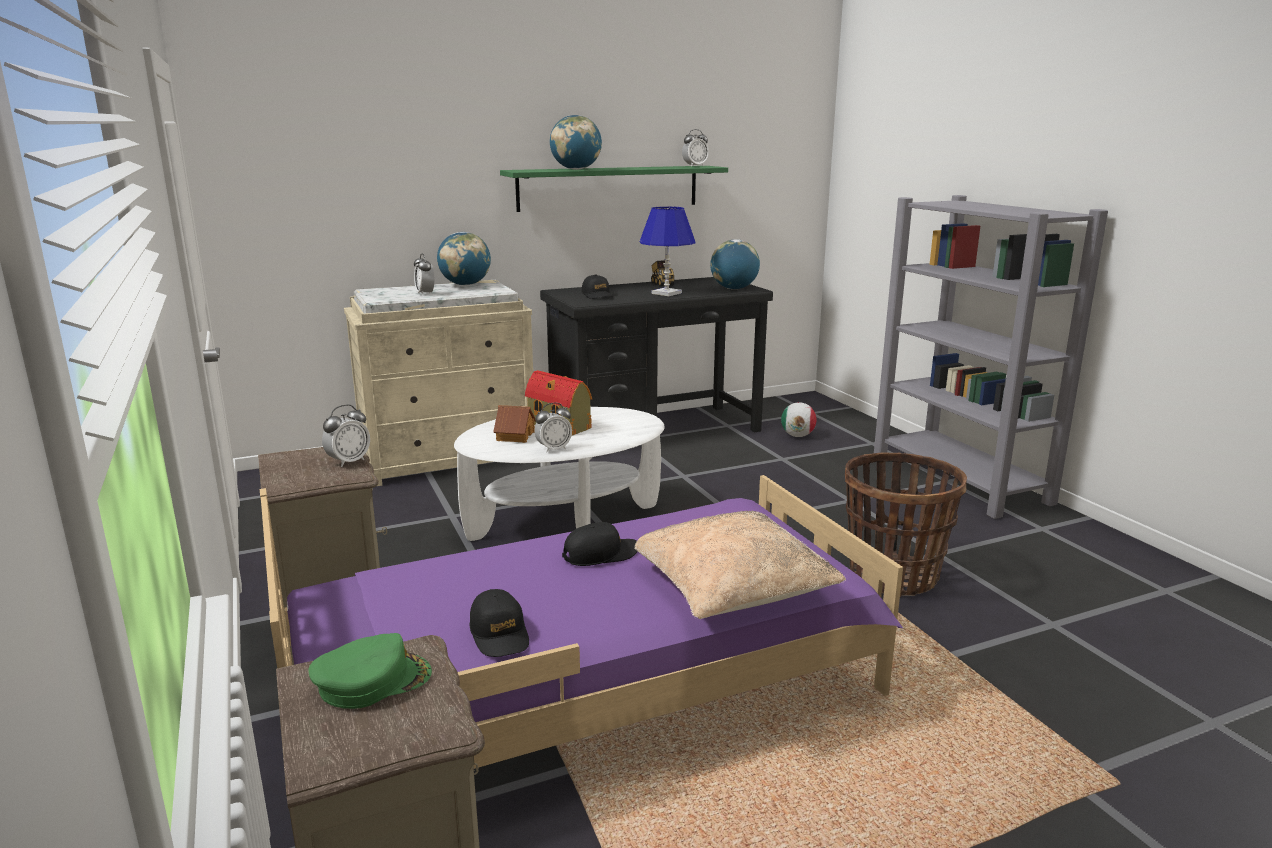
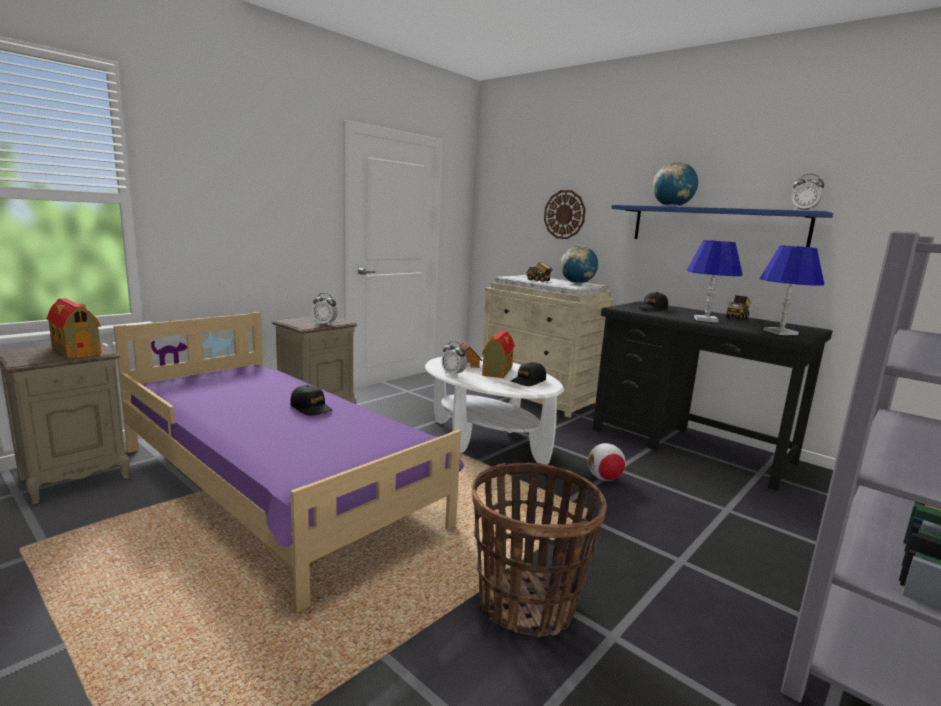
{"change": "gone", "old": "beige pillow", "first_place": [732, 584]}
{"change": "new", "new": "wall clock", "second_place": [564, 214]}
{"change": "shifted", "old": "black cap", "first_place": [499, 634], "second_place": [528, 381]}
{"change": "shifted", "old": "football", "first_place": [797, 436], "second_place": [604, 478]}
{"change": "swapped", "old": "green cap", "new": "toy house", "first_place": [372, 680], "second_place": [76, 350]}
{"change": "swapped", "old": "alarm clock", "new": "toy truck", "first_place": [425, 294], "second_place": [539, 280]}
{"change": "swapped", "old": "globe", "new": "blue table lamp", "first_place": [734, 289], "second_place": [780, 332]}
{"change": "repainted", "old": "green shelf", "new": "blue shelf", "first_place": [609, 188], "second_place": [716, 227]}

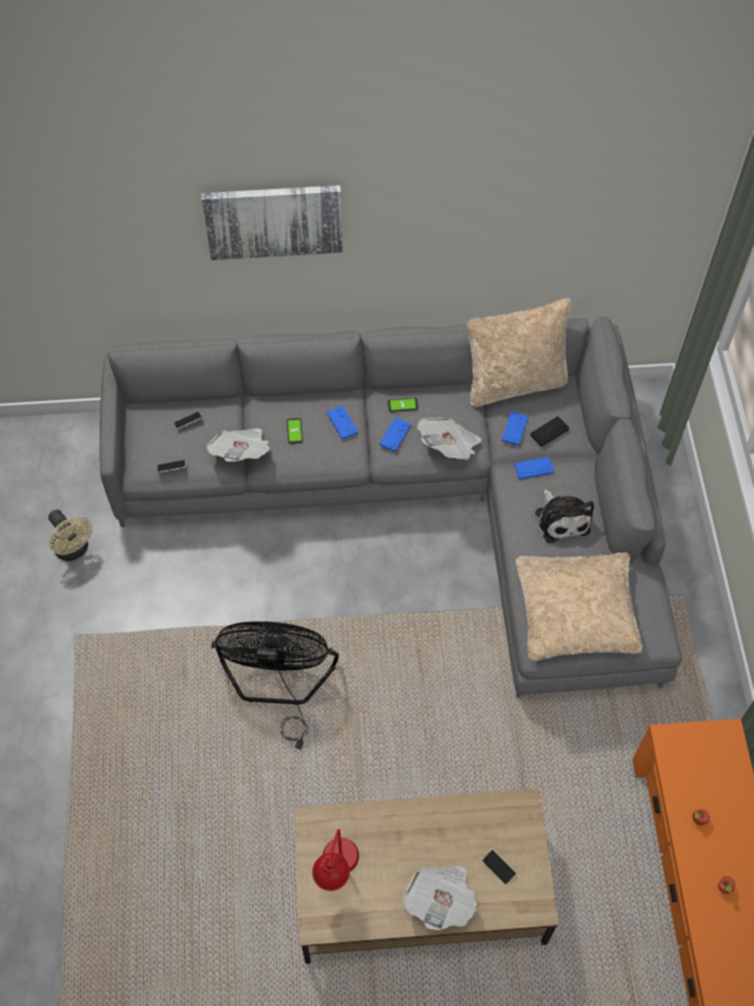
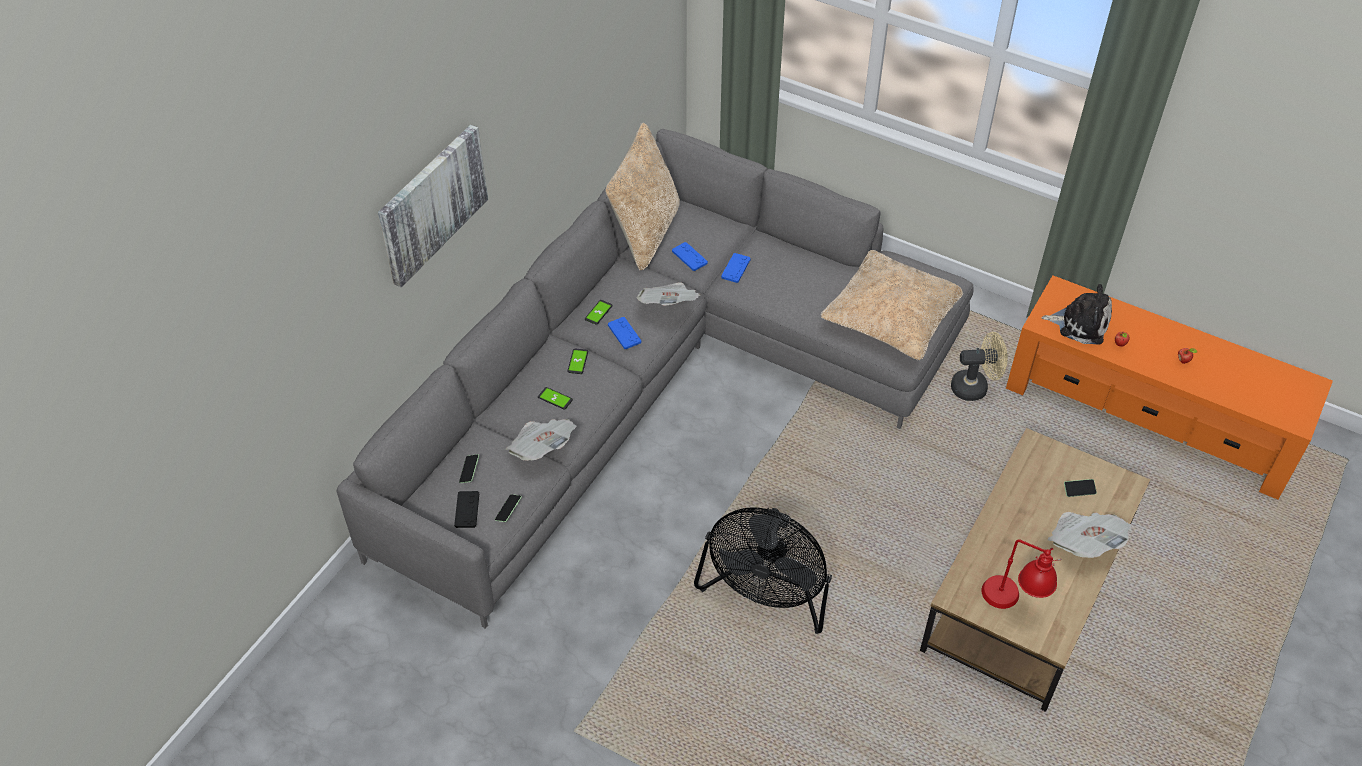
{"change": "shifted", "old": "beige fan", "first_place": [74, 550], "second_place": [975, 387]}
{"change": "shifted", "old": "black game controller", "first_place": [549, 432], "second_place": [467, 510]}
{"change": "shifted", "old": "plush toy", "first_place": [561, 519], "second_place": [1080, 323]}
{"change": "swapped", "old": "blue game controller", "new": "phone", "first_place": [342, 423], "second_place": [578, 362]}
{"change": "rotated", "old": "black fan", "first_place": [279, 687], "second_place": [764, 589], "degrees": -105}

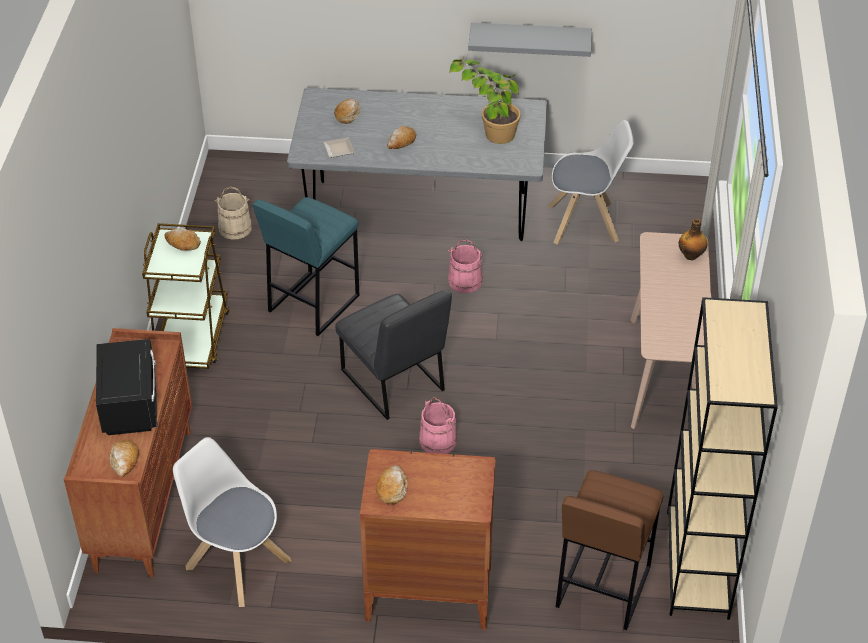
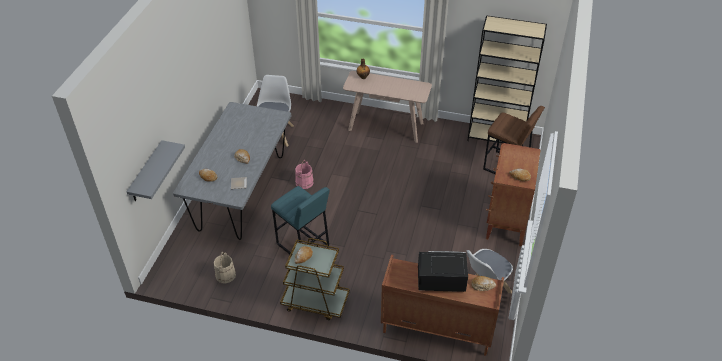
{"change": "gone", "old": "grey chair", "first_place": [393, 382]}
{"change": "gone", "old": "pink bucket", "first_place": [438, 441]}
{"change": "gone", "old": "potted plant", "first_place": [488, 128]}
{"change": "shifted", "old": "grey shelf", "first_place": [530, 39], "second_place": [146, 172]}

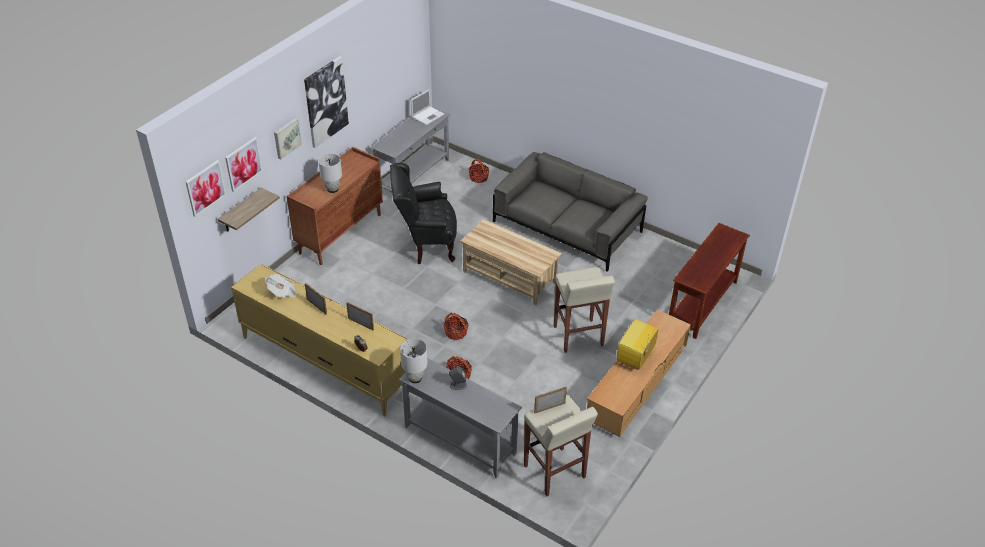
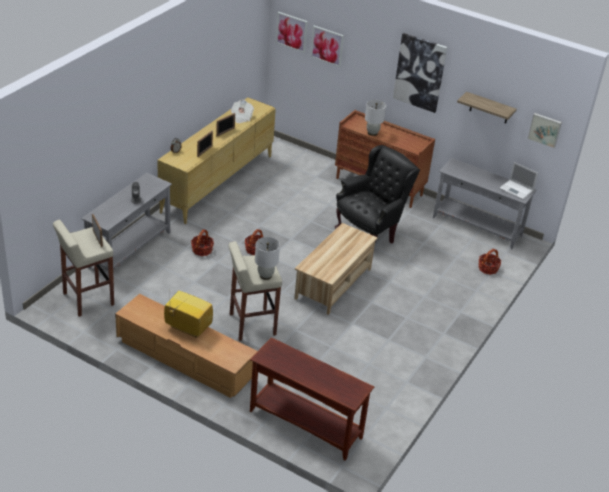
{"change": "gone", "old": "grey sofa", "first_place": [567, 226]}
{"change": "shifted", "old": "shelf", "first_place": [241, 211], "second_place": [489, 108]}
{"change": "shifted", "old": "picture", "first_place": [286, 138], "second_place": [545, 129]}
{"change": "shifted", "old": "white table lamp", "first_place": [415, 378], "second_place": [265, 275]}
{"change": "rotated", "old": "black armchair", "first_place": [426, 247], "second_place": [370, 234], "degrees": 60}

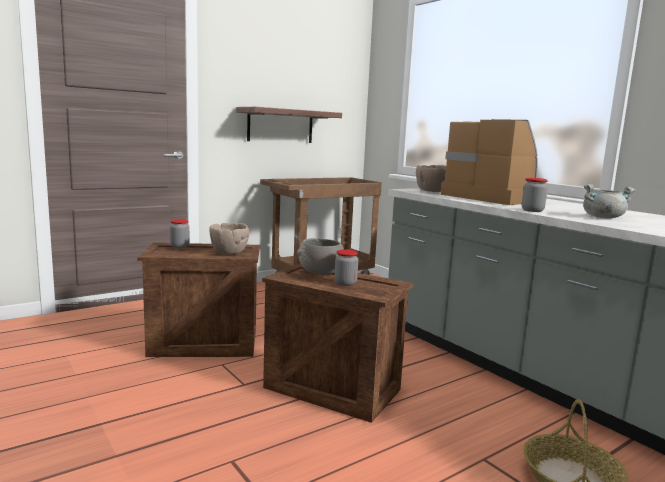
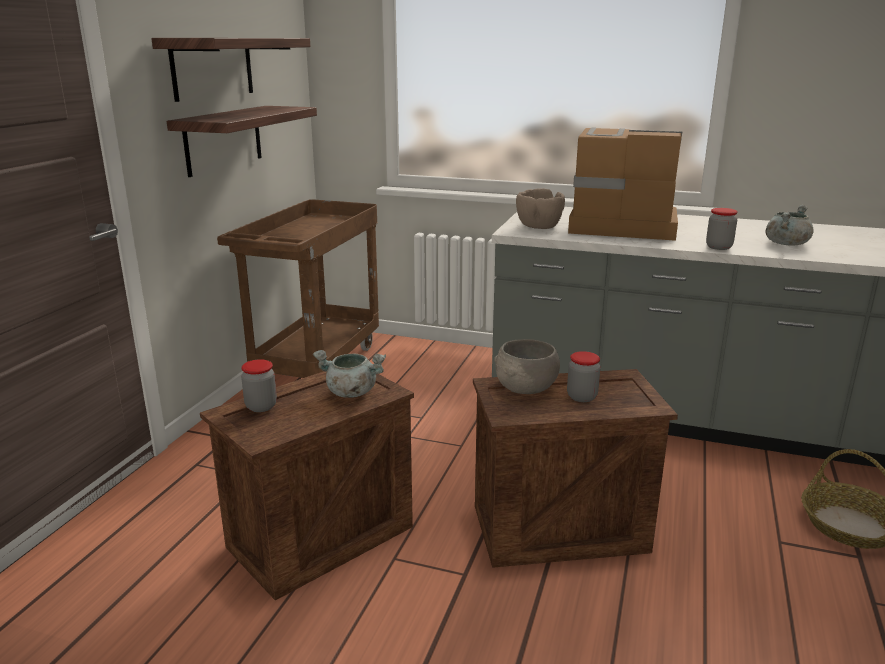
{"change": "new", "new": "shelf", "second_place": [212, 67]}
{"change": "swapped", "old": "brown bowl", "new": "grey cooking pot", "first_place": [228, 252], "second_place": [350, 392]}

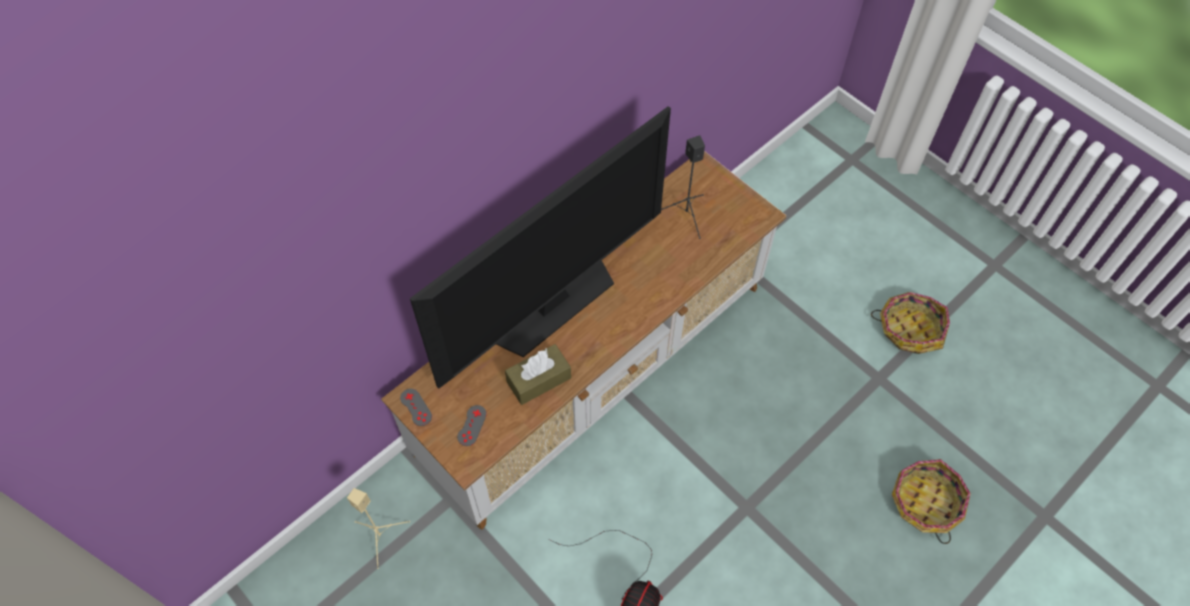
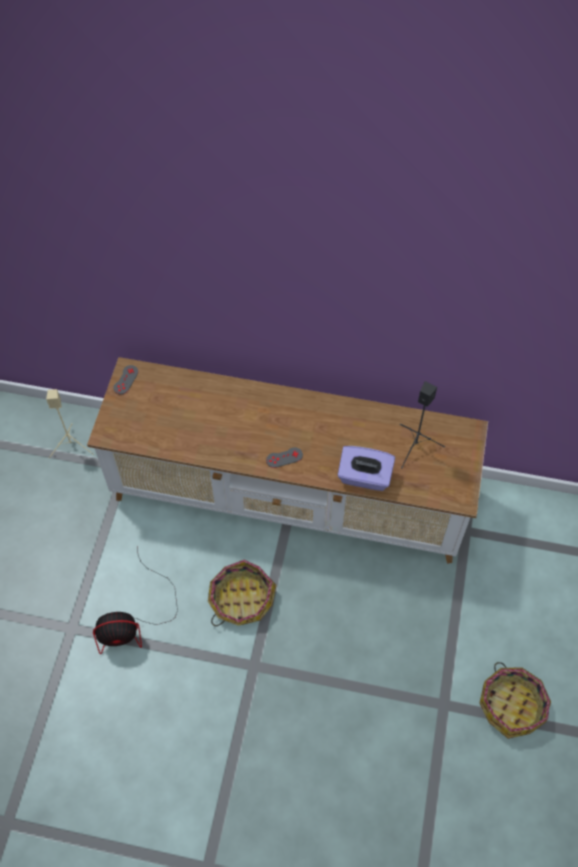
{"change": "gone", "old": "television", "first_place": [552, 303]}
{"change": "gone", "old": "brown tissue box", "first_place": [539, 380]}
{"change": "new", "new": "purple tissue box", "second_place": [364, 477]}
{"change": "shifted", "old": "grey game controller", "first_place": [472, 425], "second_place": [284, 457]}
{"change": "shifted", "old": "basket", "first_place": [925, 503], "second_place": [241, 599]}

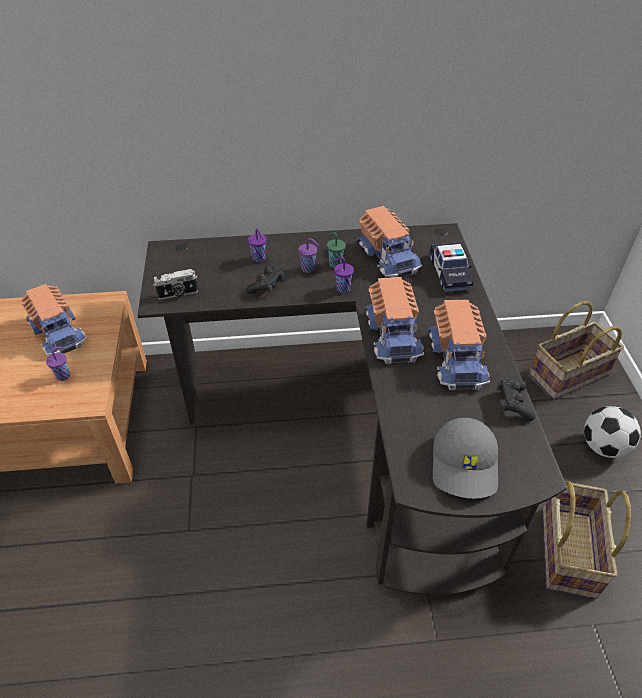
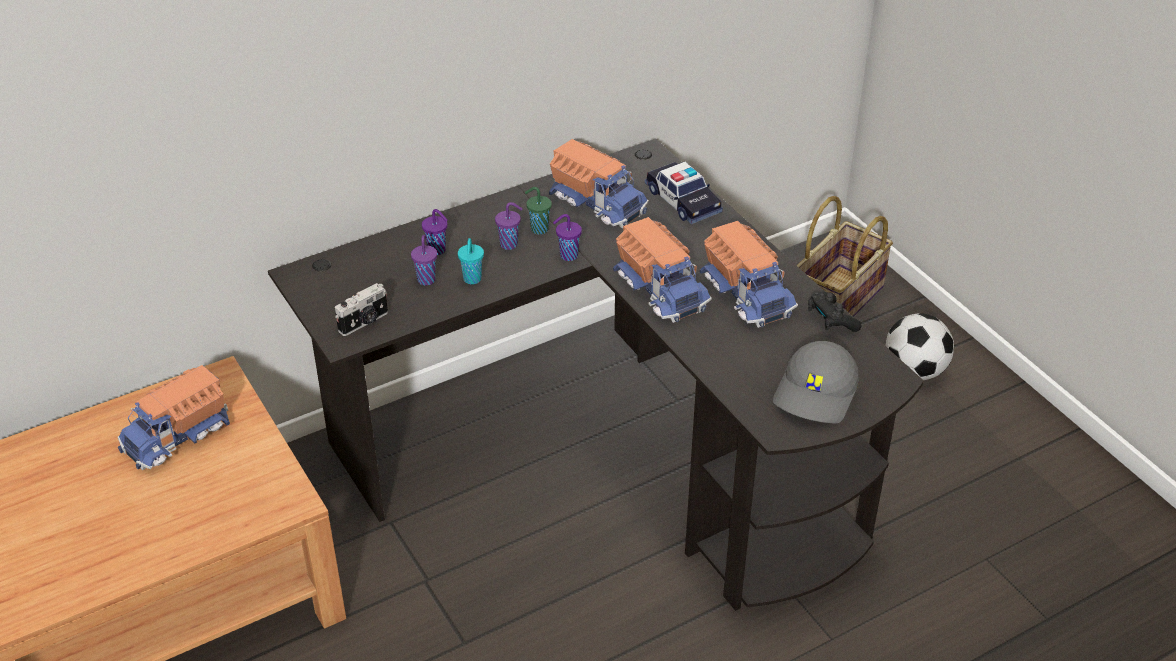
{"change": "gone", "old": "basket", "first_place": [566, 550]}
{"change": "shifted", "old": "purple cup", "first_place": [64, 375], "second_place": [426, 279]}
{"change": "swapped", "old": "black game controller", "new": "turquoise cup", "first_place": [267, 286], "second_place": [472, 280]}
{"change": "rotated", "old": "toy truck", "first_place": [58, 331], "second_place": [178, 435], "degrees": 105}
{"change": "rotated", "old": "grey cap", "first_place": [466, 465], "second_place": [817, 394], "degrees": 45}

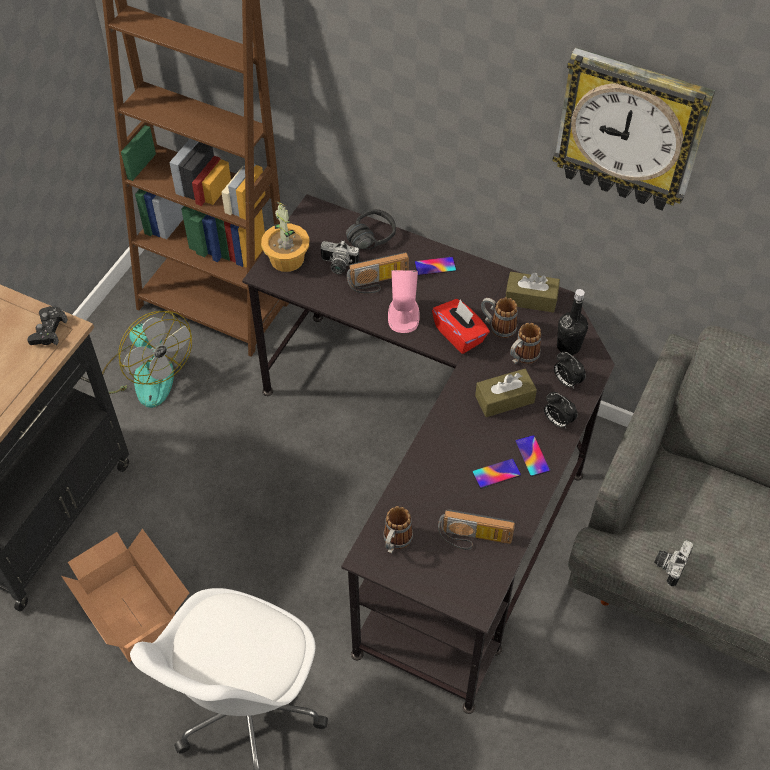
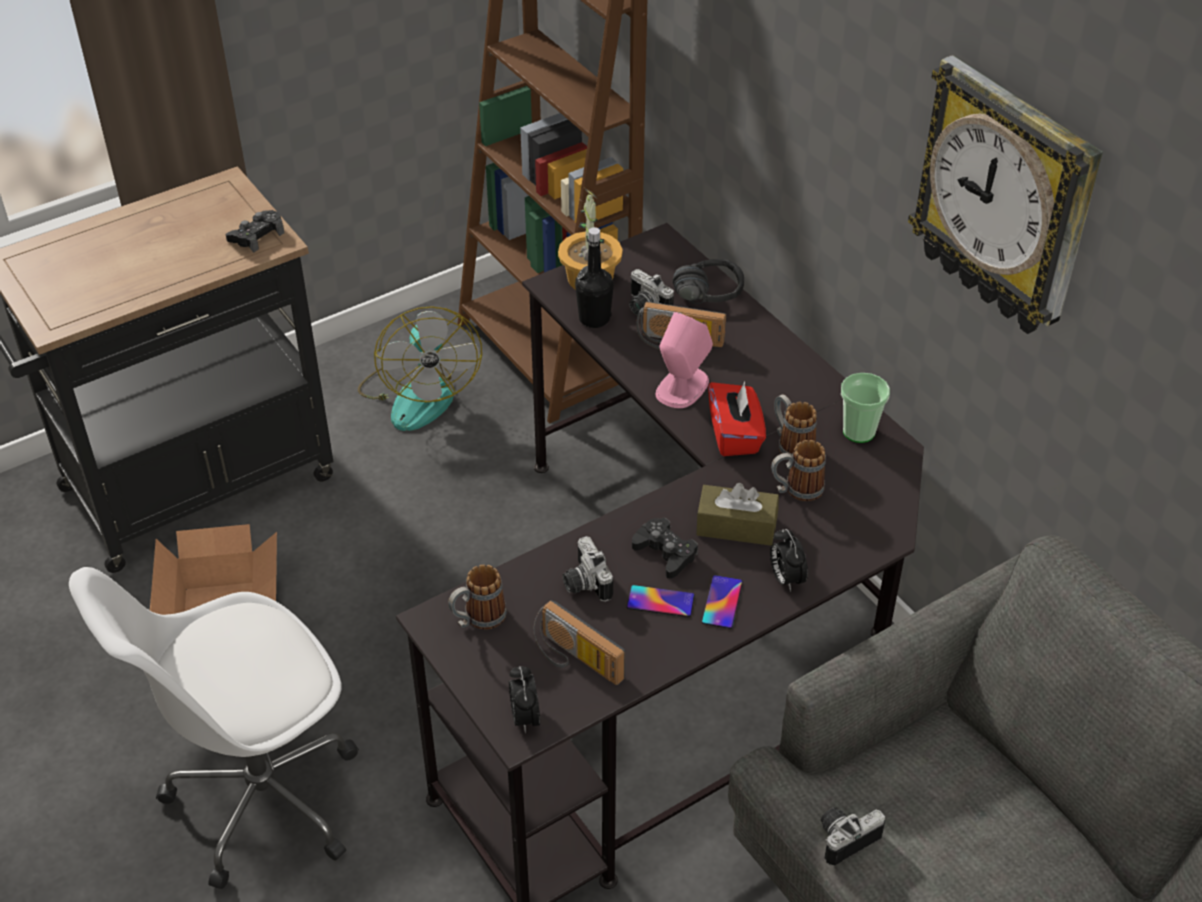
{"change": "gone", "old": "phone", "first_place": [435, 266]}
{"change": "new", "new": "photo camera", "second_place": [583, 583]}
{"change": "new", "new": "black game controller", "second_place": [665, 553]}
{"change": "shifted", "old": "alarm clock", "first_place": [566, 381], "second_place": [524, 717]}
{"change": "shifted", "old": "black bottle", "first_place": [568, 346], "second_place": [594, 319]}
{"change": "swapped", "old": "brown tissue box", "new": "cup", "first_place": [531, 299], "second_place": [858, 432]}

